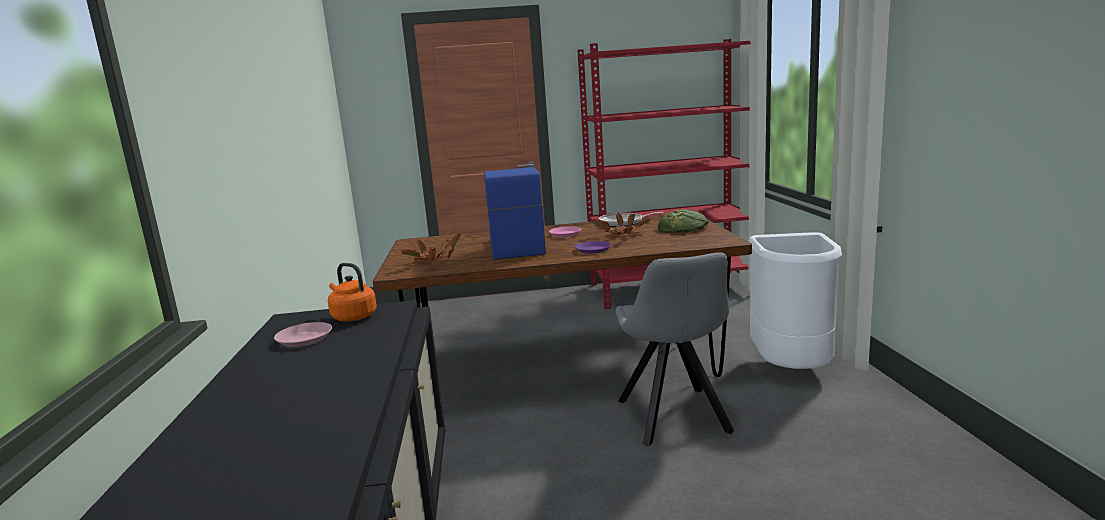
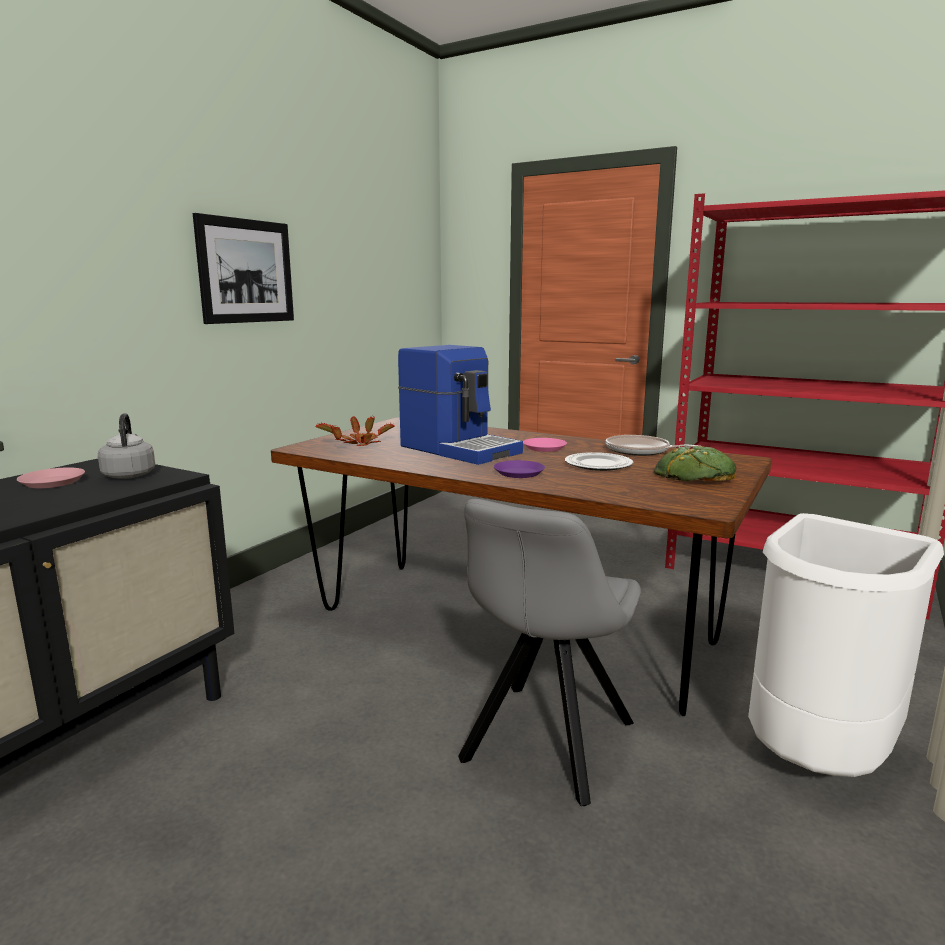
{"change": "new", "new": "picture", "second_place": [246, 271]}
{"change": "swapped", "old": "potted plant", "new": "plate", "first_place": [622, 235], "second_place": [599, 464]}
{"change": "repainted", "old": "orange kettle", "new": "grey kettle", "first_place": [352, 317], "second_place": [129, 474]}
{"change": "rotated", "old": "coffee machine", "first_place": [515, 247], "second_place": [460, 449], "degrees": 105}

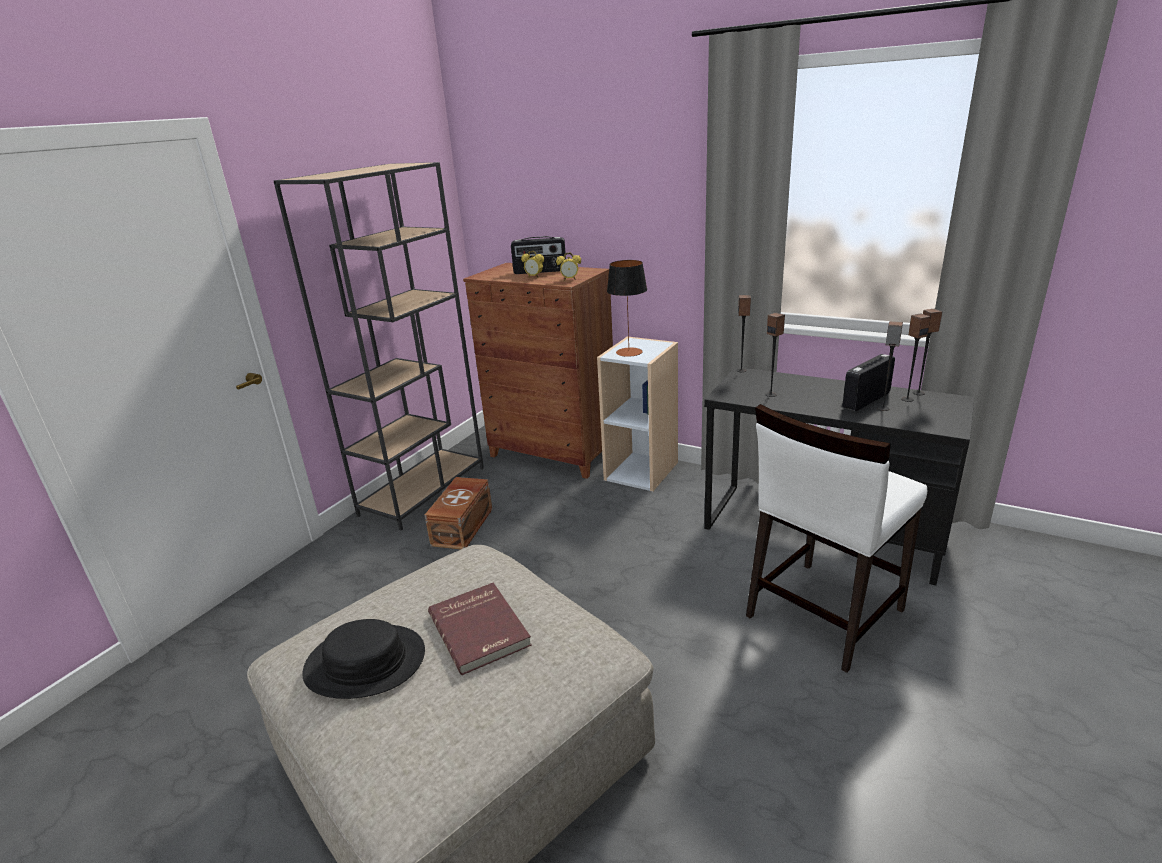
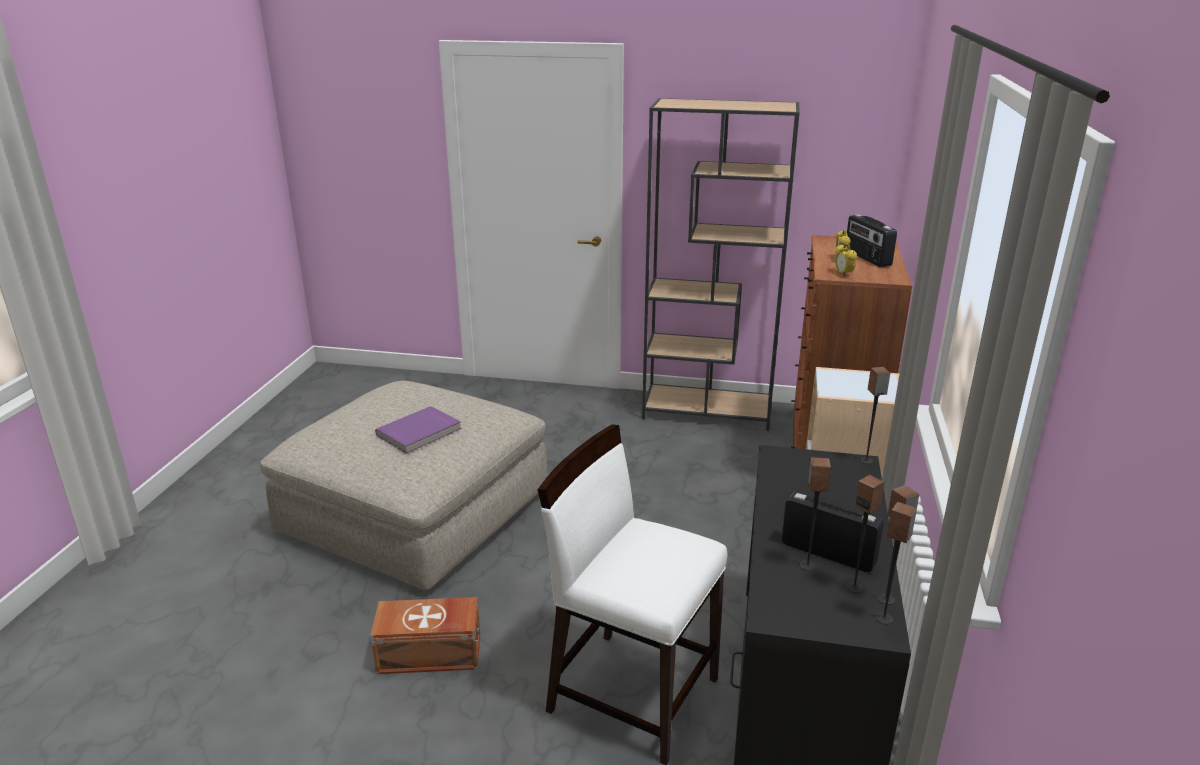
{"change": "gone", "old": "black hat", "first_place": [365, 663]}
{"change": "gone", "old": "table lamp", "first_place": [629, 352]}
{"change": "shifted", "old": "brown storage box", "first_place": [464, 526], "second_place": [431, 654]}
{"change": "shifted", "old": "speaker", "first_place": [771, 394], "second_place": [884, 618]}
{"change": "repainted", "old": "red book", "new": "purple book", "first_place": [481, 629], "second_place": [420, 432]}

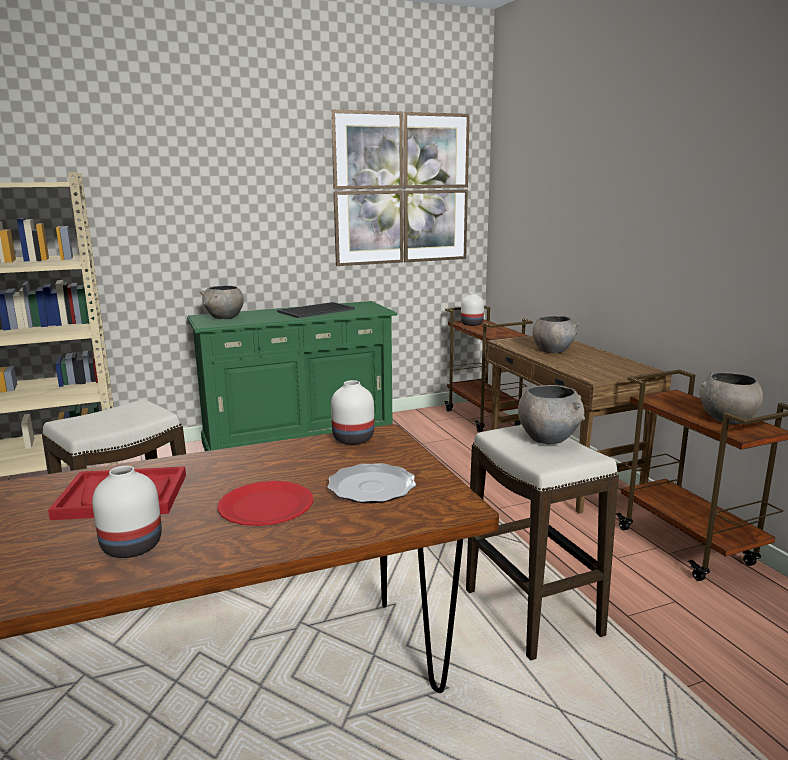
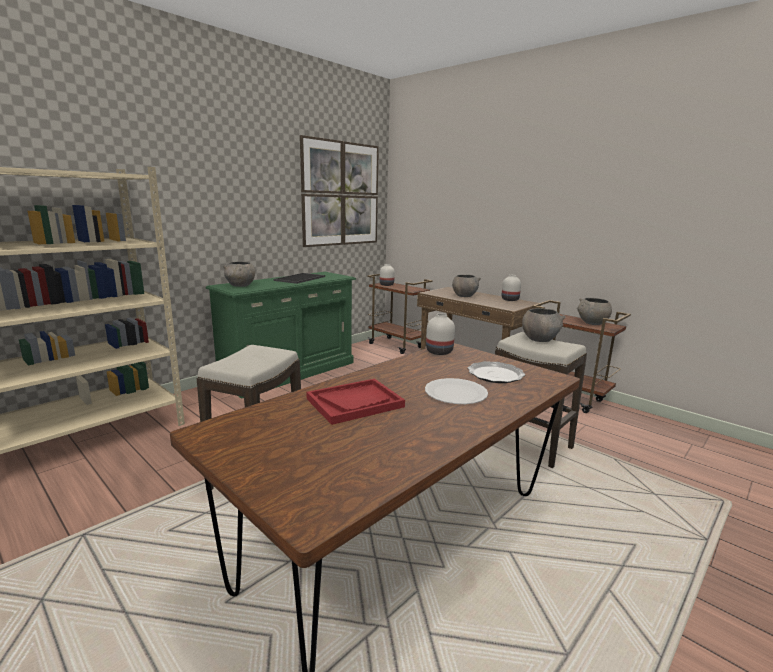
{"change": "shifted", "old": "white vase", "first_place": [130, 546], "second_place": [509, 299]}
{"change": "repainted", "old": "red plate", "new": "white plate", "first_place": [266, 506], "second_place": [456, 393]}

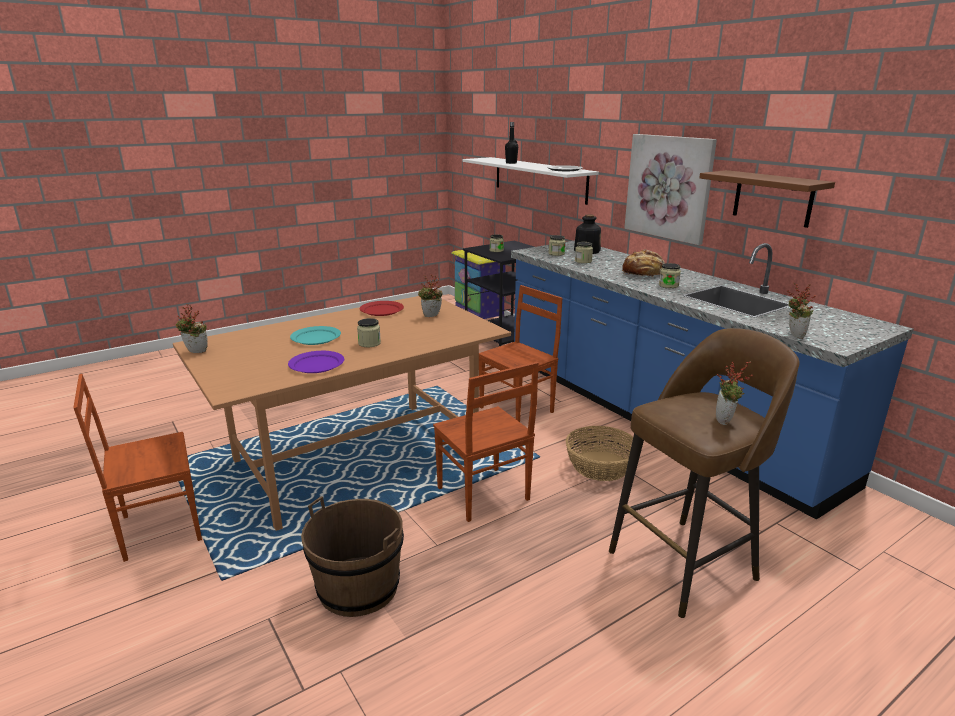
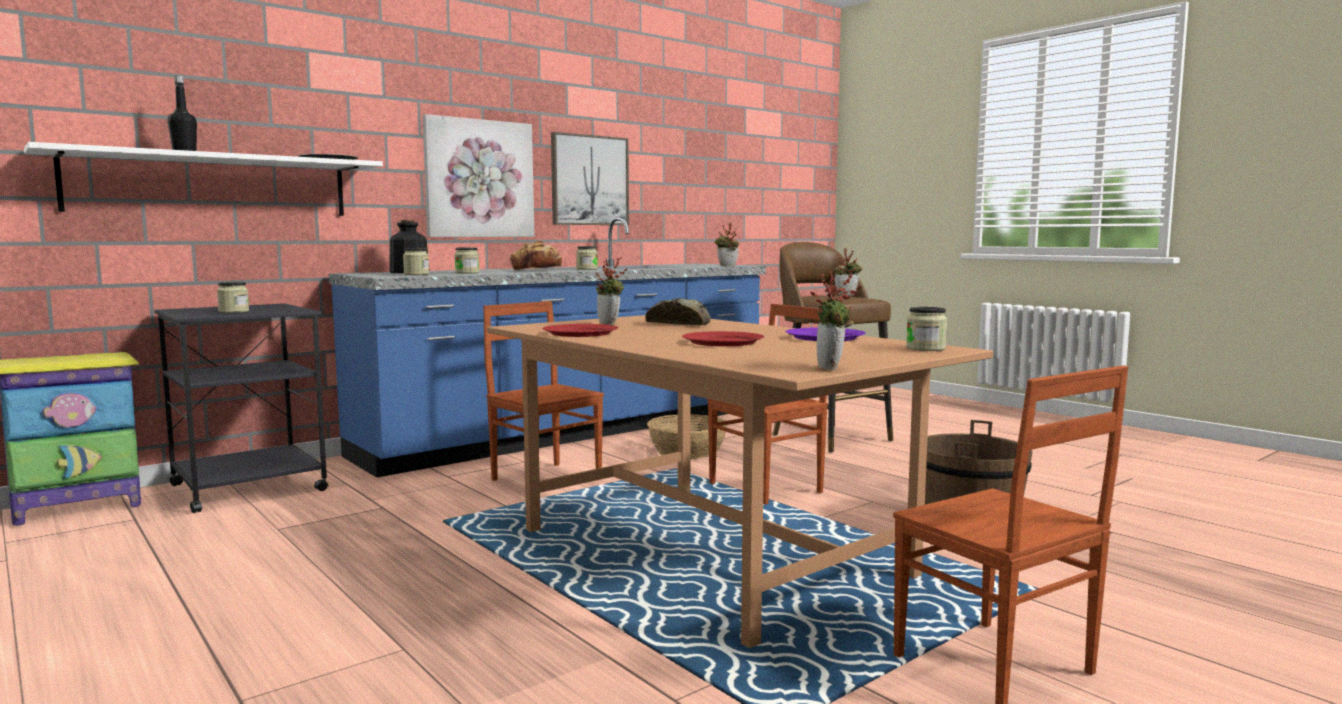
{"change": "new", "new": "bread", "second_place": [679, 323]}
{"change": "shifted", "old": "jar", "first_place": [369, 343], "second_place": [925, 348]}
{"change": "swapped", "old": "brown shelf", "new": "picture", "first_place": [773, 198], "second_place": [589, 180]}
{"change": "repainted", "old": "turquoise plate", "new": "red plate", "first_place": [316, 338], "second_place": [723, 342]}

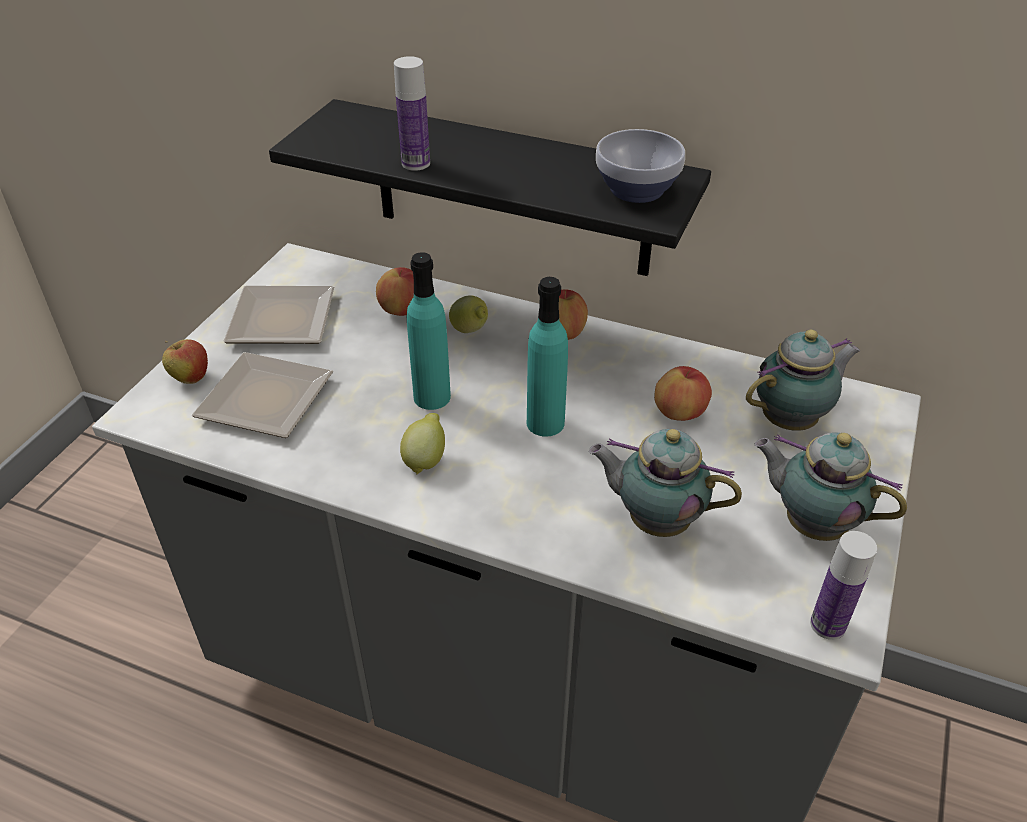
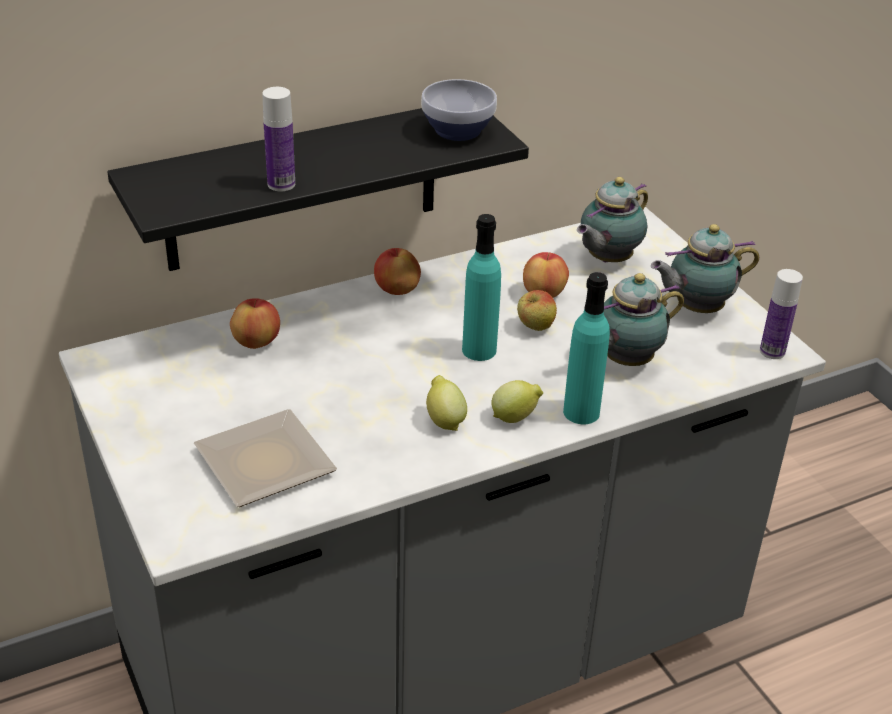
{"change": "gone", "old": "plate", "first_place": [285, 322]}
{"change": "shifted", "old": "apple", "first_place": [190, 378], "second_place": [535, 327]}
{"change": "shifted", "old": "turquoise bottle", "first_place": [432, 397], "second_place": [581, 412]}
{"change": "shifted", "old": "lemon", "first_place": [470, 331], "second_place": [515, 418]}
{"change": "rotated", "old": "teapot", "first_place": [792, 420], "second_place": [606, 260], "degrees": -150}

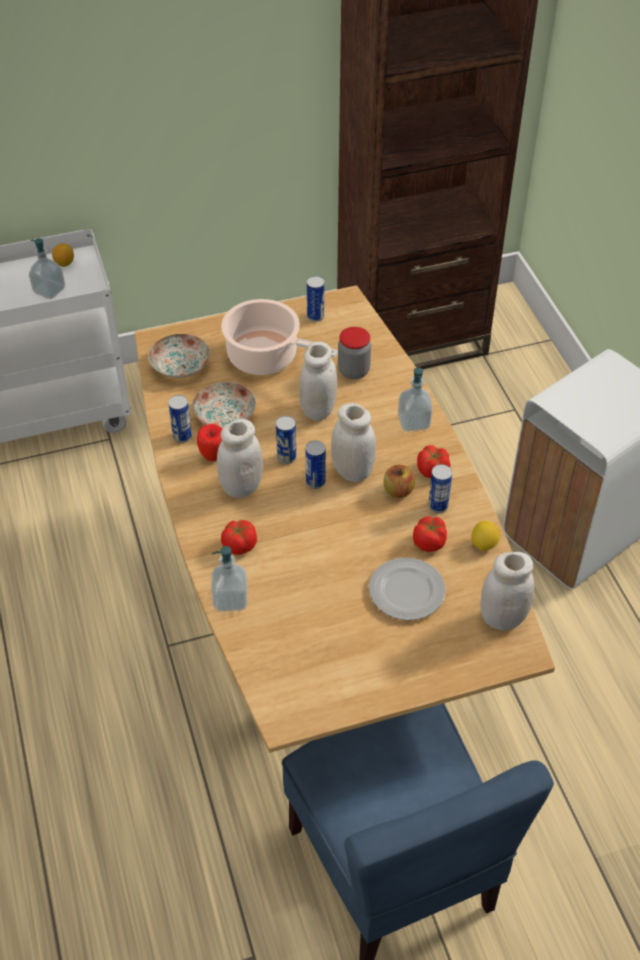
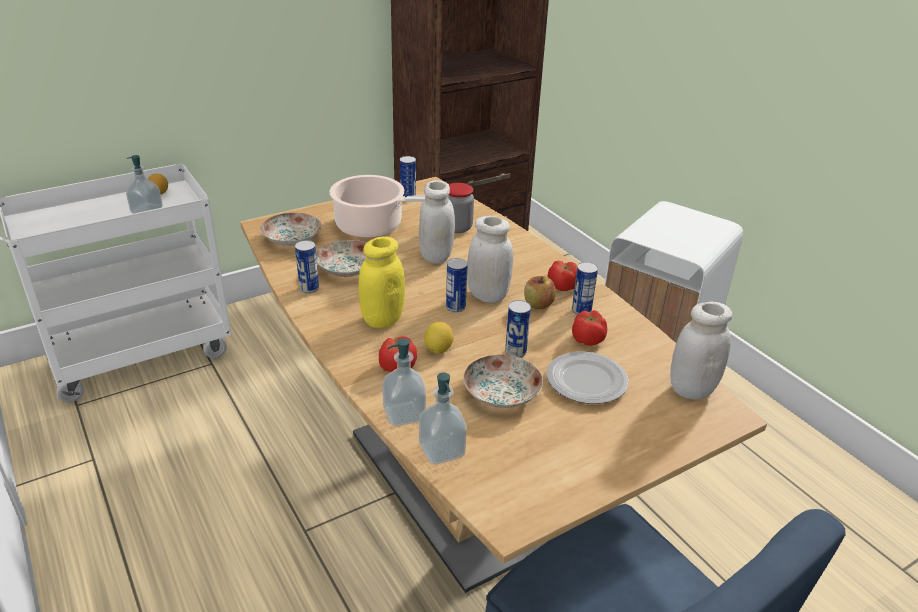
{"change": "gone", "old": "apple", "first_place": [213, 455]}
{"change": "new", "new": "plate", "second_place": [501, 393]}
{"change": "shifted", "old": "can", "first_place": [286, 457], "second_place": [515, 352]}
{"change": "shifted", "old": "soap dispenser", "first_place": [414, 422], "second_place": [441, 450]}
{"change": "shifted", "old": "lemon", "first_place": [484, 544], "second_place": [438, 349]}
{"change": "repainted", "old": "white jar", "new": "yellow jar", "first_place": [241, 486], "second_place": [382, 319]}

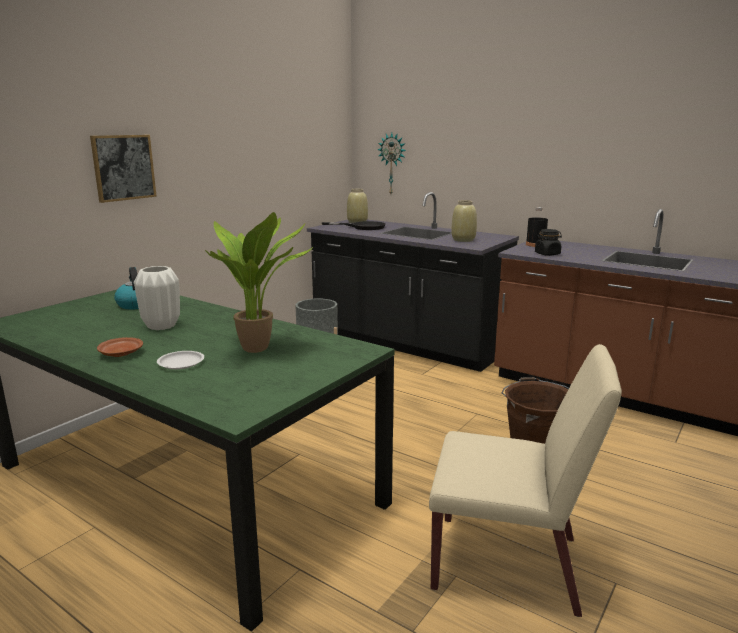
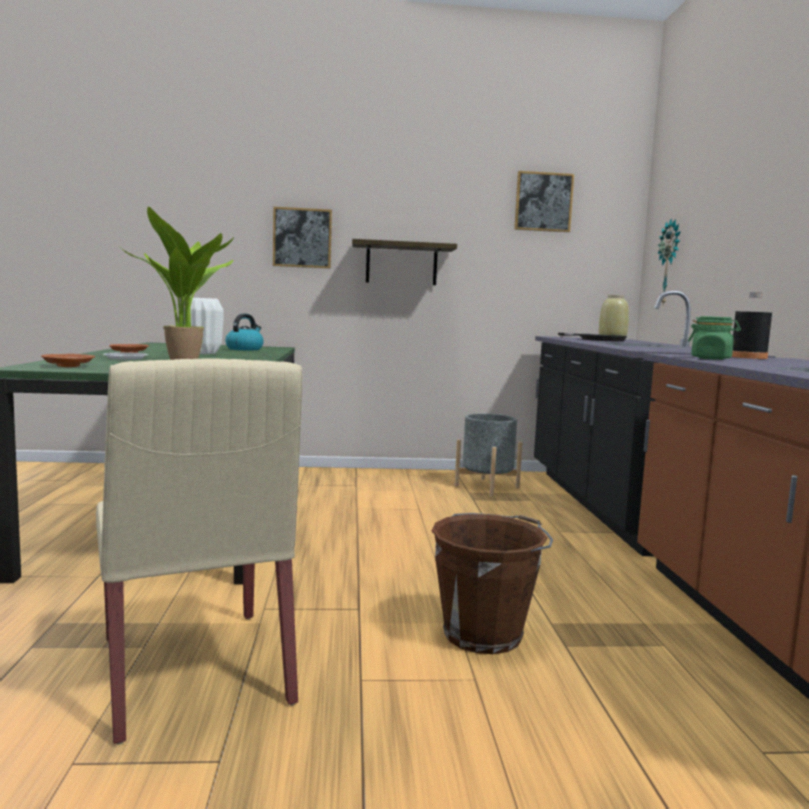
{"change": "gone", "old": "beige vase", "first_place": [463, 240]}
{"change": "new", "new": "brown plate", "second_place": [67, 366]}
{"change": "new", "new": "shelf", "second_place": [401, 264]}
{"change": "new", "new": "picture", "second_place": [543, 202]}
{"change": "repainted", "old": "black jar", "new": "green jar", "first_place": [547, 254], "second_place": [711, 358]}

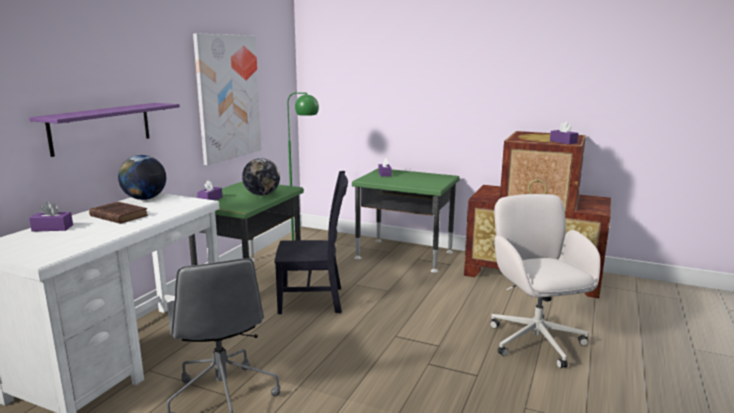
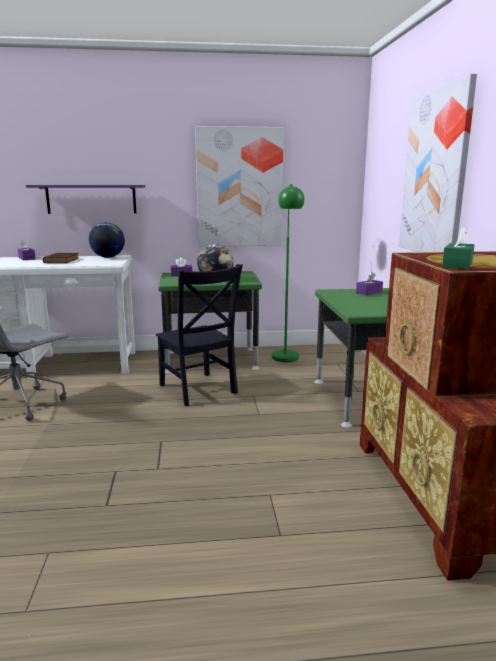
{"change": "gone", "old": "white office chair", "first_place": [536, 342]}
{"change": "new", "new": "picture", "second_place": [435, 173]}
{"change": "repainted", "old": "purple tissue box", "new": "green tissue box", "first_place": [563, 142], "second_place": [457, 265]}

